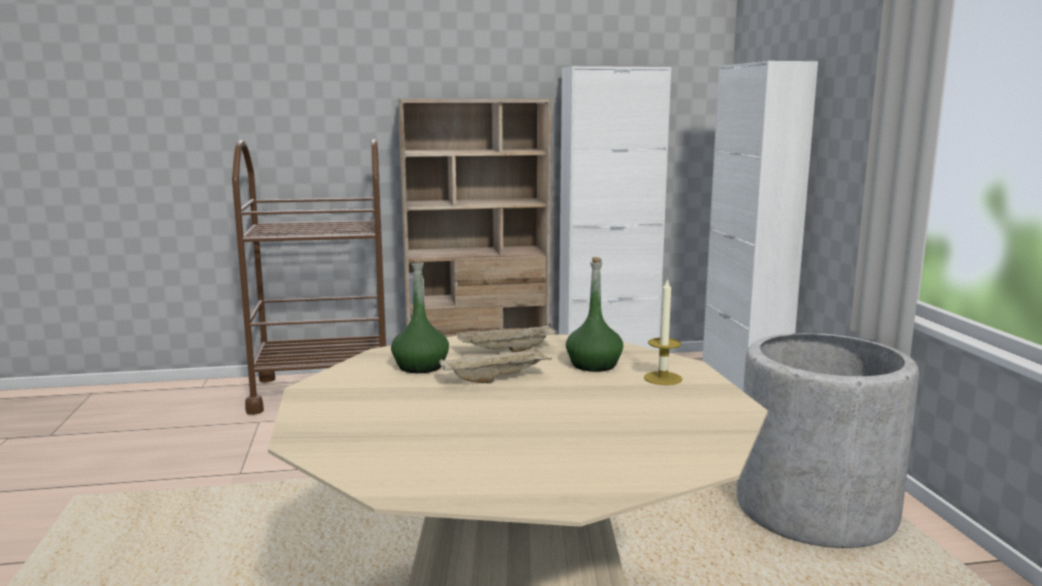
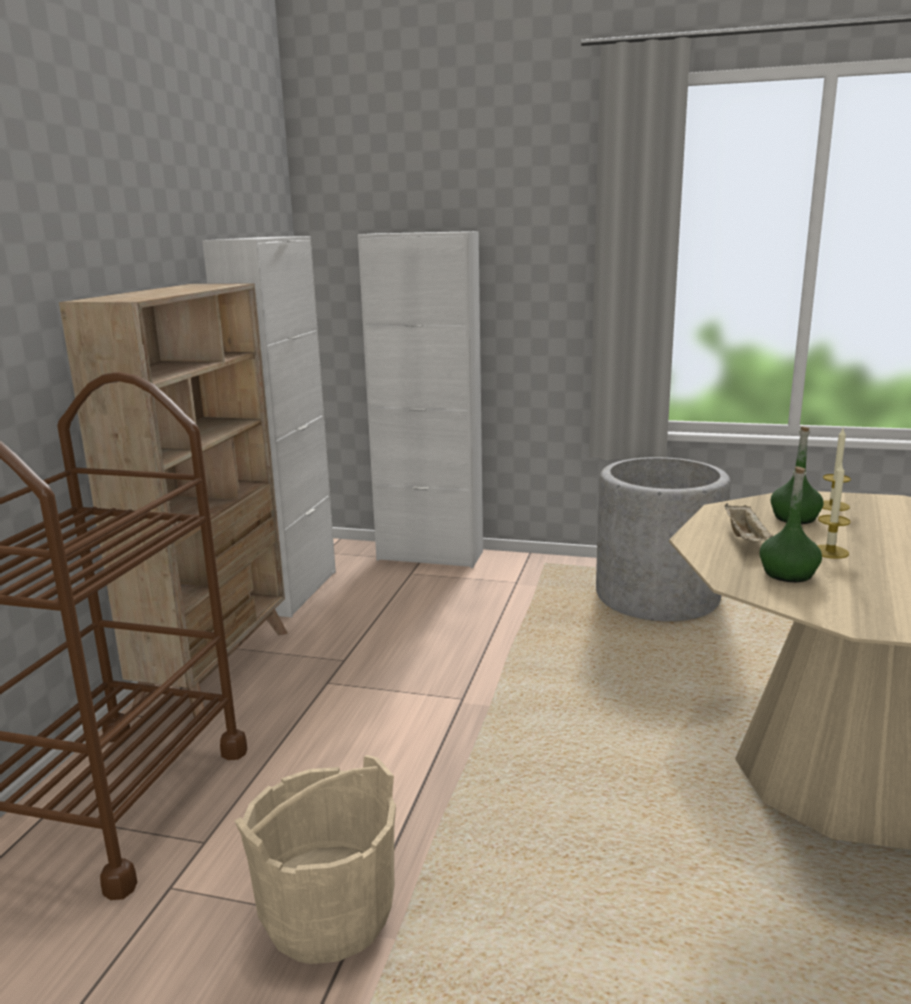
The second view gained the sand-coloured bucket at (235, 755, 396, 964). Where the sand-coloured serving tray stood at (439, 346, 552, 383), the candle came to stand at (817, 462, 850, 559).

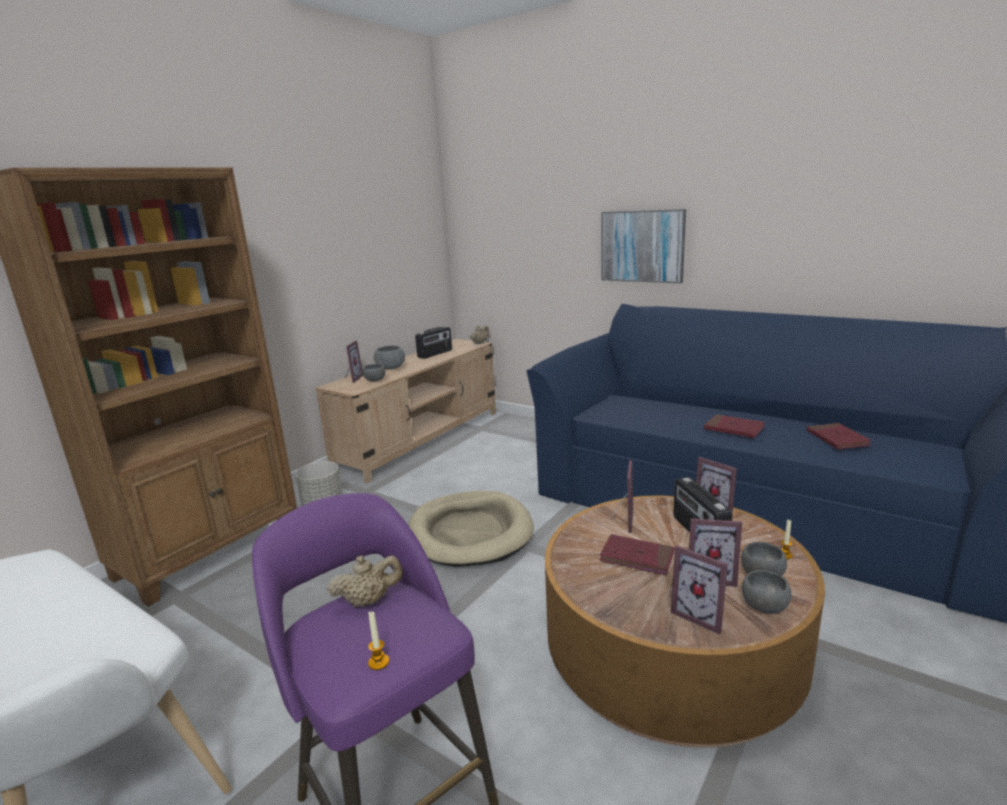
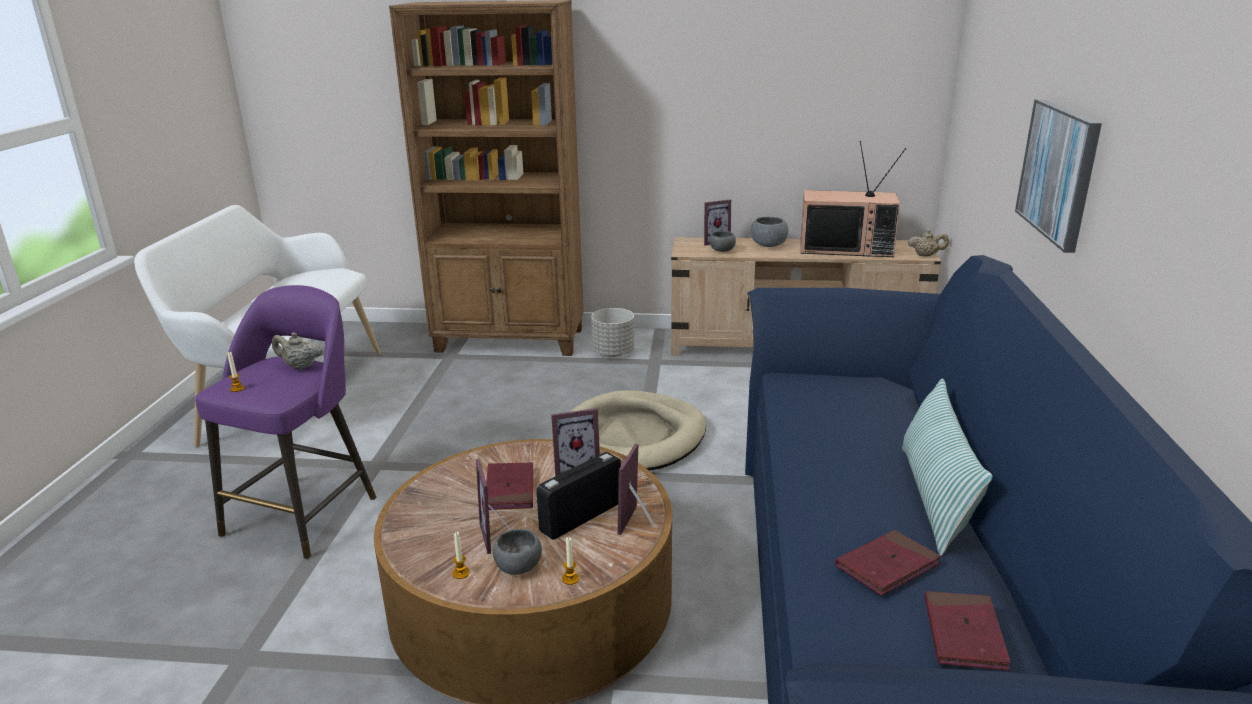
The second view lost the standing frame at (671, 545, 728, 635). The second view gained the pillow at (902, 379, 993, 556). The red bound book ended up elsewhere, having gone from (704, 414, 765, 438) to (924, 591, 1011, 671). Where the radio receiver stood at (415, 326, 452, 359), the TV came to stand at (801, 141, 906, 257). Where the grey deep dish stood at (742, 570, 792, 614), the candle came to stand at (452, 532, 470, 579). The sand-coloured pot for tea at (326, 555, 403, 608) ended up facing another way, 150 degrees clockwise from before.

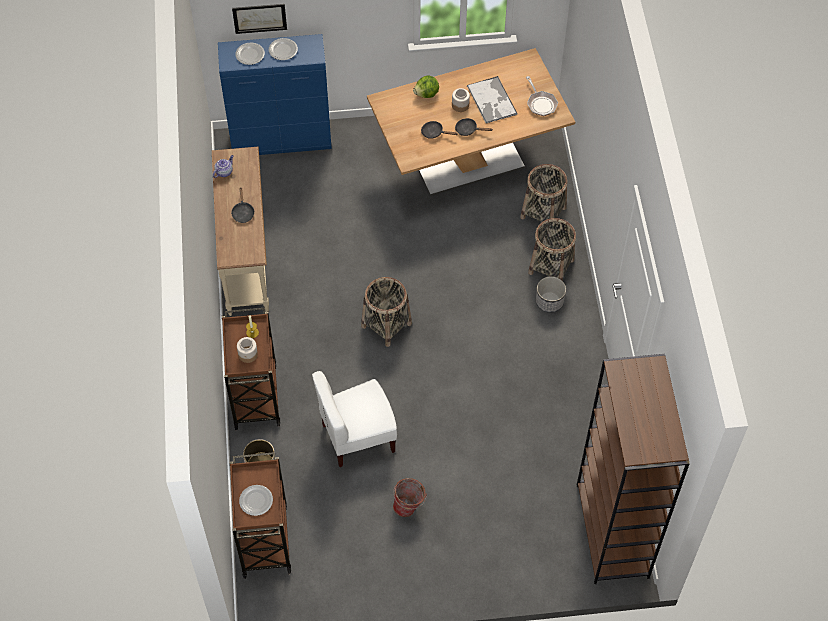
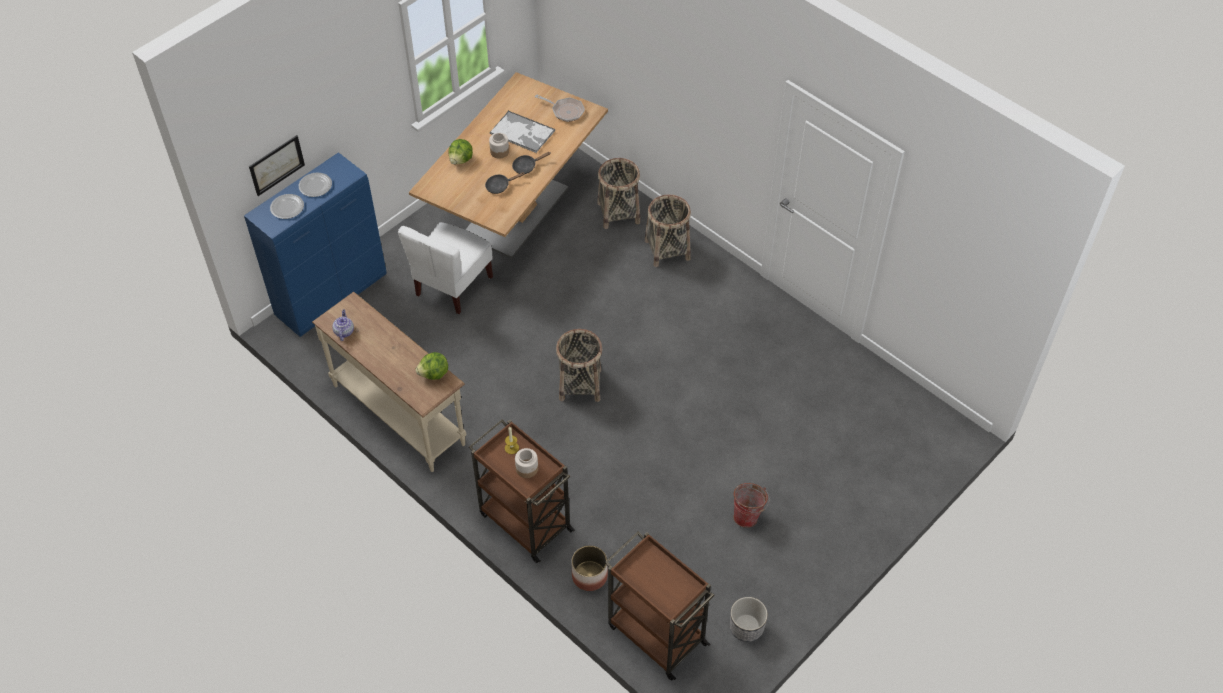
The second view lost the blackish frying pan at (231, 187, 255, 223). The second view lost the flat dish at (239, 485, 273, 516). The second view lost the brown bookcase at (577, 354, 690, 584). The second view gained the lettuce at (416, 352, 448, 380). The white upright chair ended up elsewhere, having gone from (312, 371, 397, 467) to (398, 222, 493, 314). The planter ended up elsewhere, having gone from (536, 277, 566, 313) to (730, 597, 768, 642).

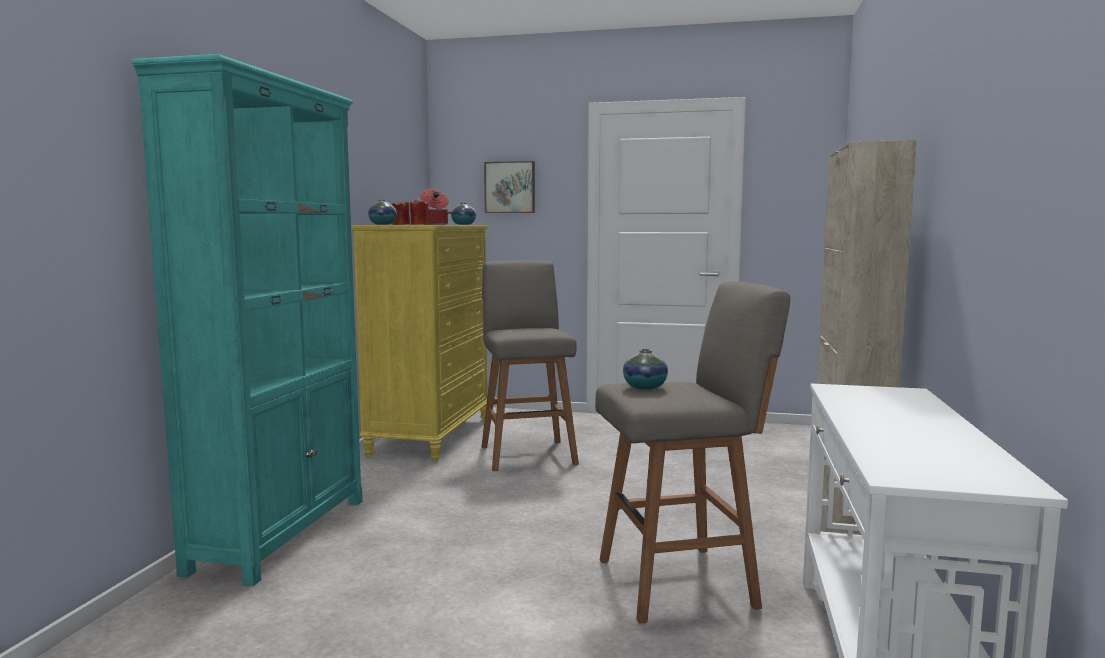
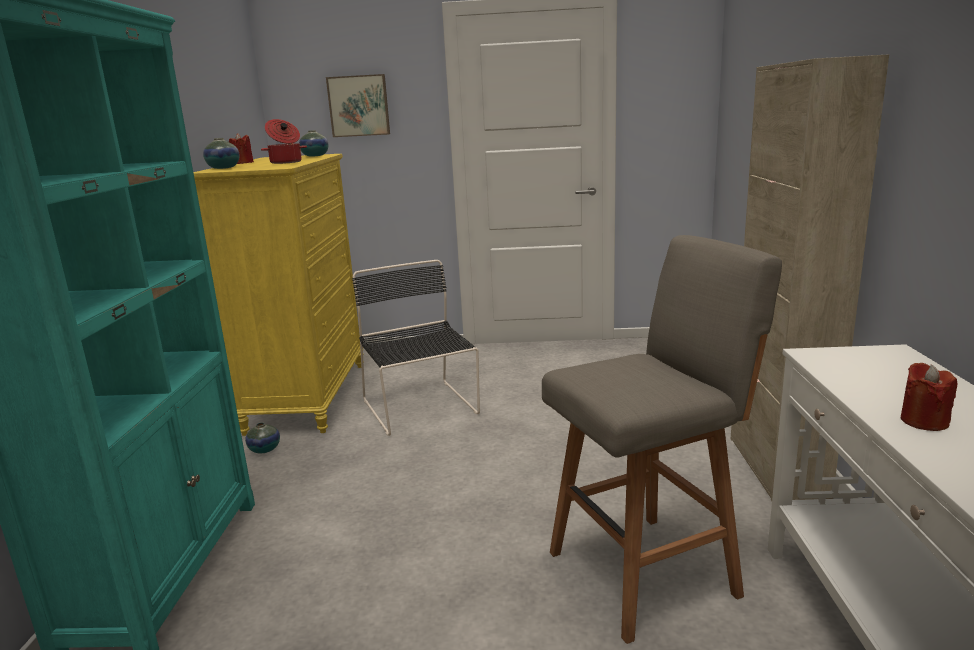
The red candle ended up elsewhere, having gone from (410, 198, 429, 225) to (901, 363, 957, 431). The vase ended up elsewhere, having gone from (623, 349, 668, 390) to (245, 422, 280, 454). Where the grey stool stood at (482, 260, 579, 471), the blackish upright chair came to stand at (352, 260, 480, 436).

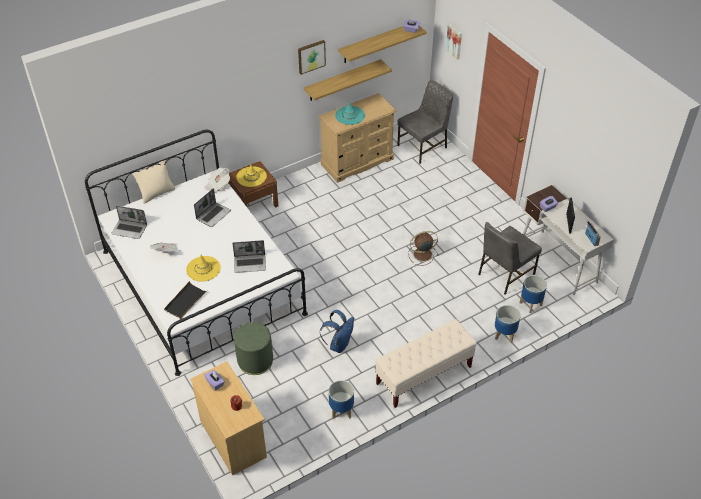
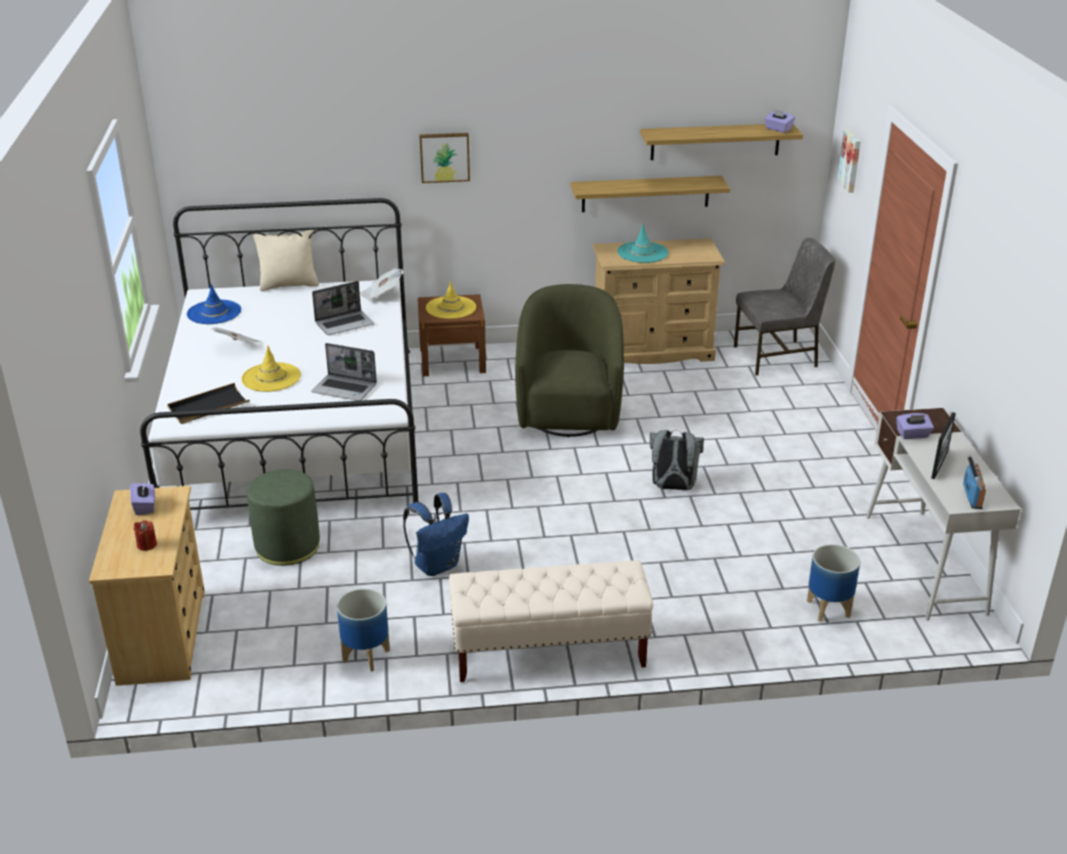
The second view lost the grey upright chair at (478, 222, 542, 295). The second view lost the planter at (495, 305, 521, 343). The second view gained the green-coloured easy chair at (515, 284, 624, 437). The wall art ended up elsewhere, having gone from (298, 40, 326, 75) to (419, 133, 470, 183). Where the notebook computer stood at (111, 206, 147, 239), the blue wearable hat came to stand at (187, 284, 241, 324). Where the brown fan stood at (408, 231, 439, 266), the grey rucksack came to stand at (650, 430, 704, 490).

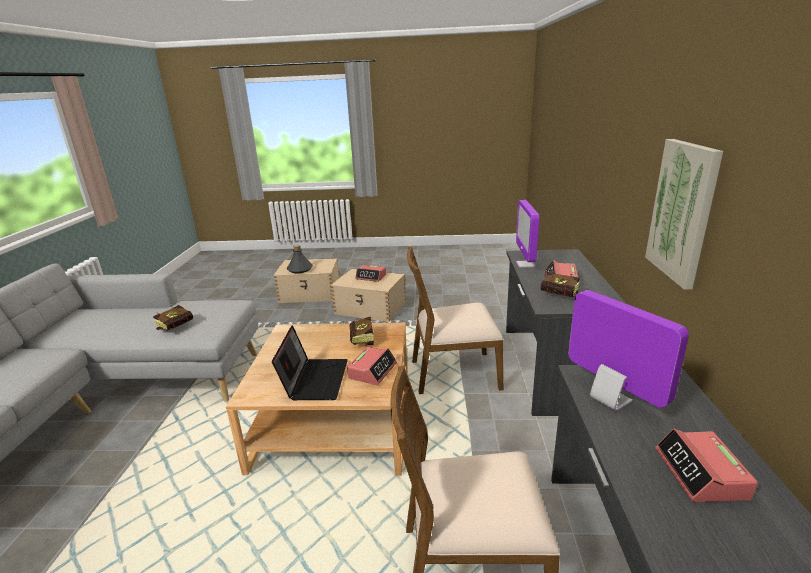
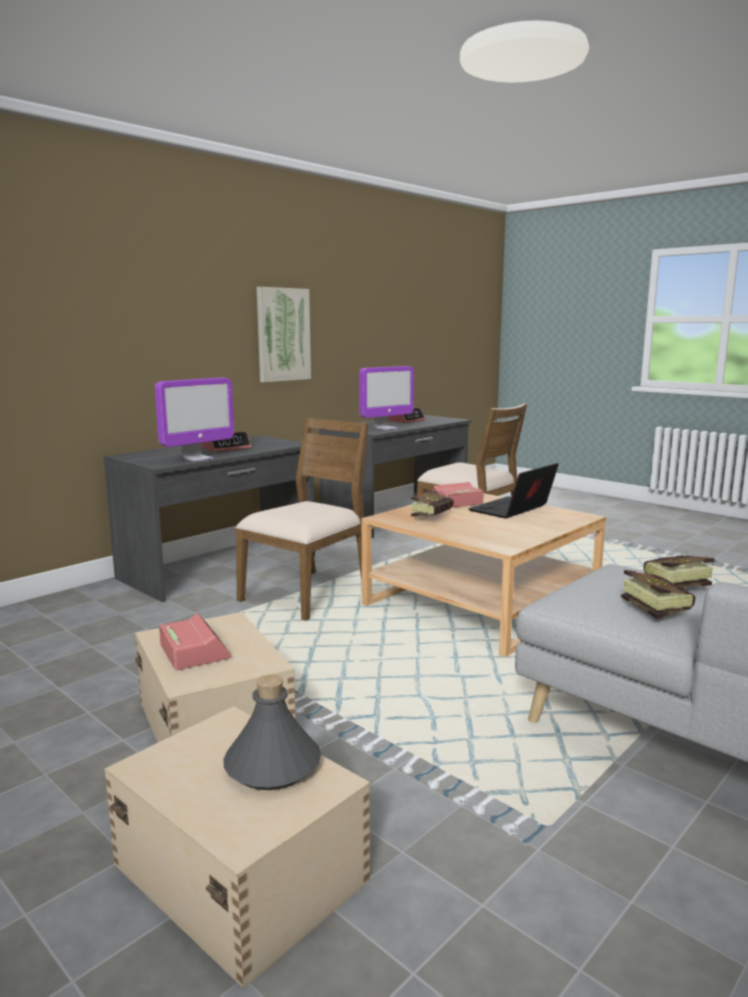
The bound book ended up elsewhere, having gone from (541, 271, 580, 297) to (620, 570, 695, 619). The brown upright chair at (407, 246, 504, 394) ended up facing another way, 90 degrees counterclockwise from before. The monitor at (568, 290, 689, 411) ended up facing another way, 135 degrees counterclockwise from before.

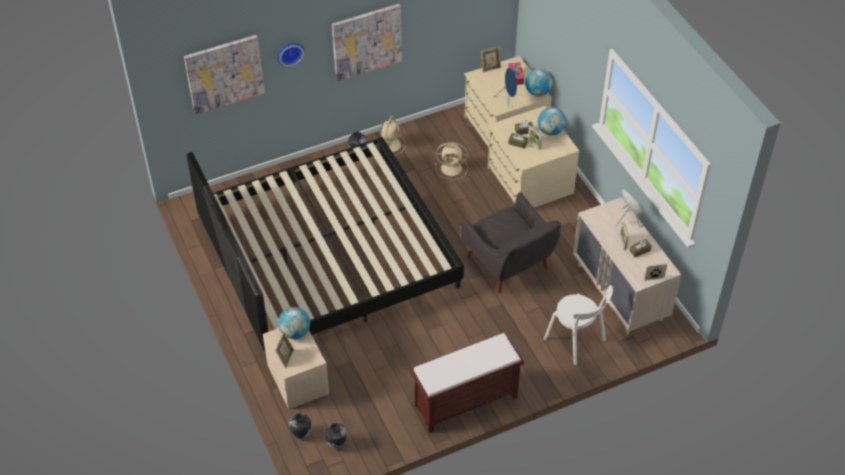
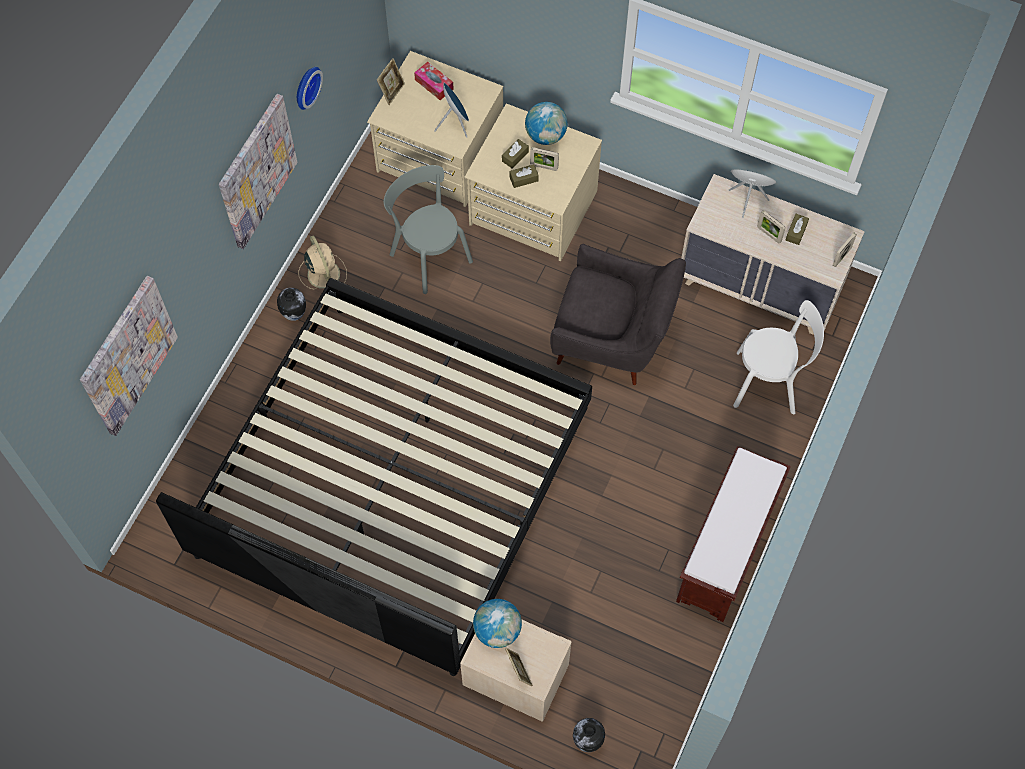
The second view lost the vase at (325, 422, 347, 449). The second view lost the world globe at (525, 69, 553, 96). The wall clock ended up elsewhere, having gone from (277, 43, 305, 67) to (297, 67, 323, 110). Where the sand-coloured fan stood at (435, 142, 468, 180), the grey upright chair came to stand at (384, 165, 473, 294).

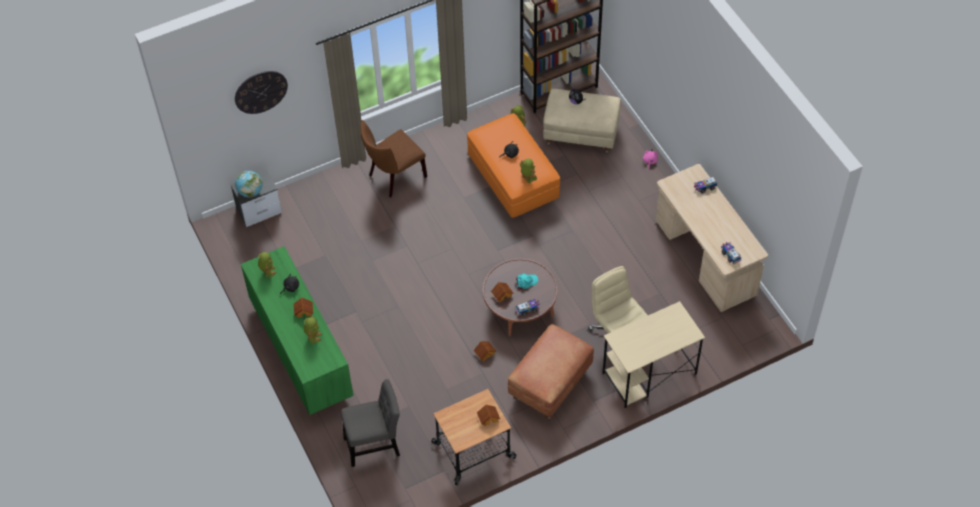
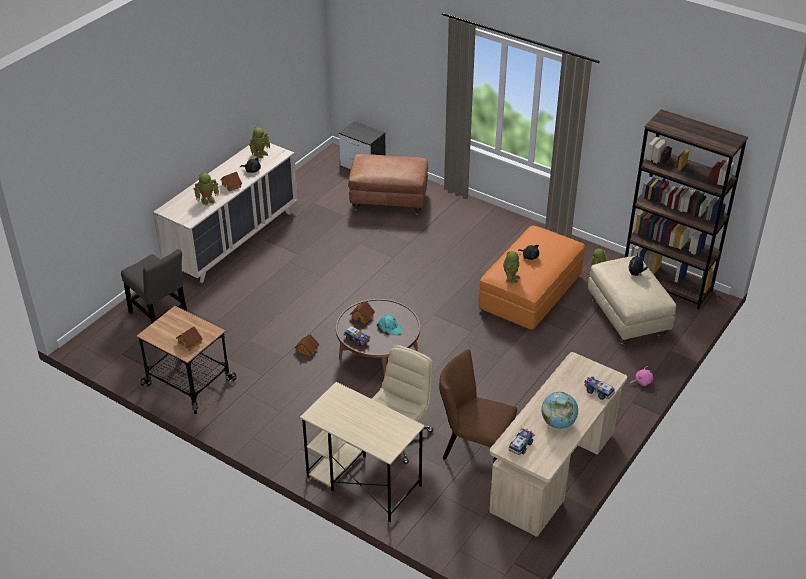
The second view lost the wall clock at (235, 71, 288, 114). The world globe ended up elsewhere, having gone from (235, 171, 262, 197) to (541, 392, 578, 429). The brown upright chair ended up elsewhere, having gone from (361, 120, 427, 197) to (439, 349, 517, 462). The brown footrest ended up elsewhere, having gone from (508, 324, 594, 420) to (348, 154, 428, 216). What was the green-coloured drawer chest at (241, 246, 353, 415) turned into the sand-coloured drawer chest at (153, 143, 298, 283).

